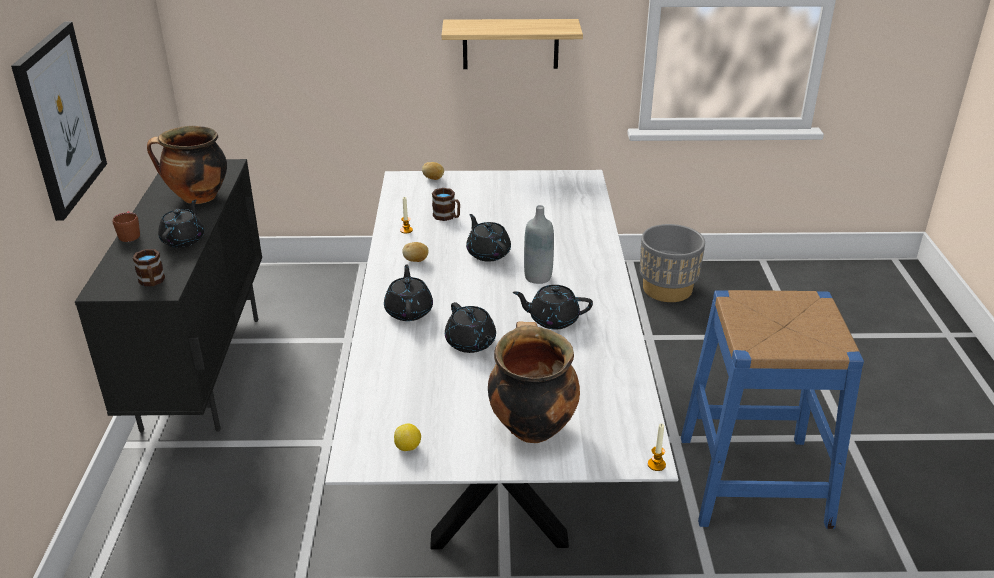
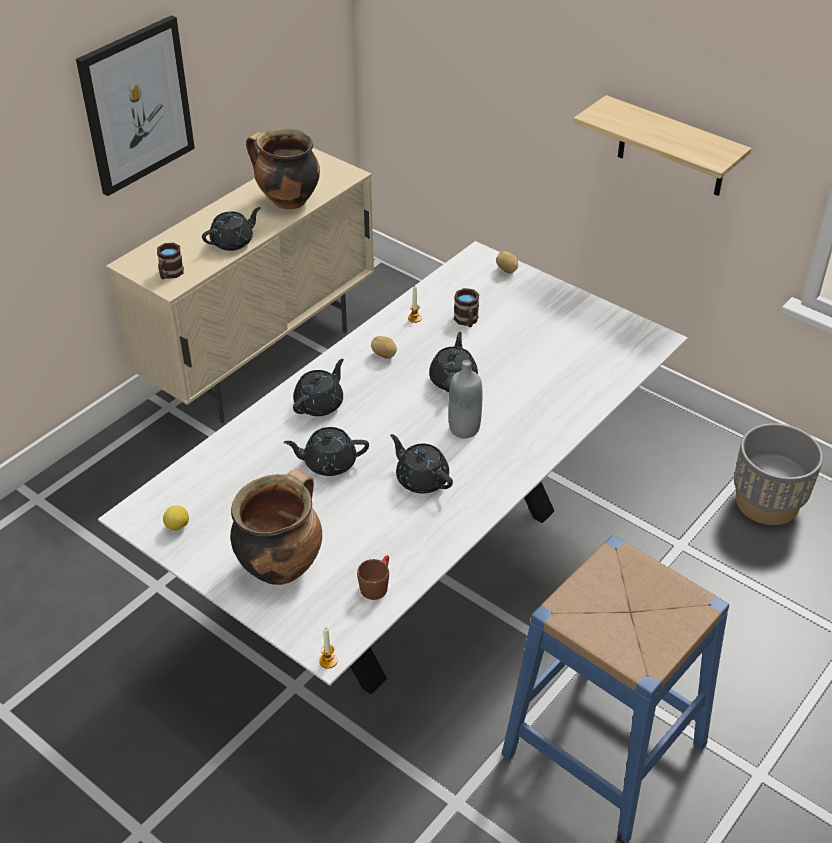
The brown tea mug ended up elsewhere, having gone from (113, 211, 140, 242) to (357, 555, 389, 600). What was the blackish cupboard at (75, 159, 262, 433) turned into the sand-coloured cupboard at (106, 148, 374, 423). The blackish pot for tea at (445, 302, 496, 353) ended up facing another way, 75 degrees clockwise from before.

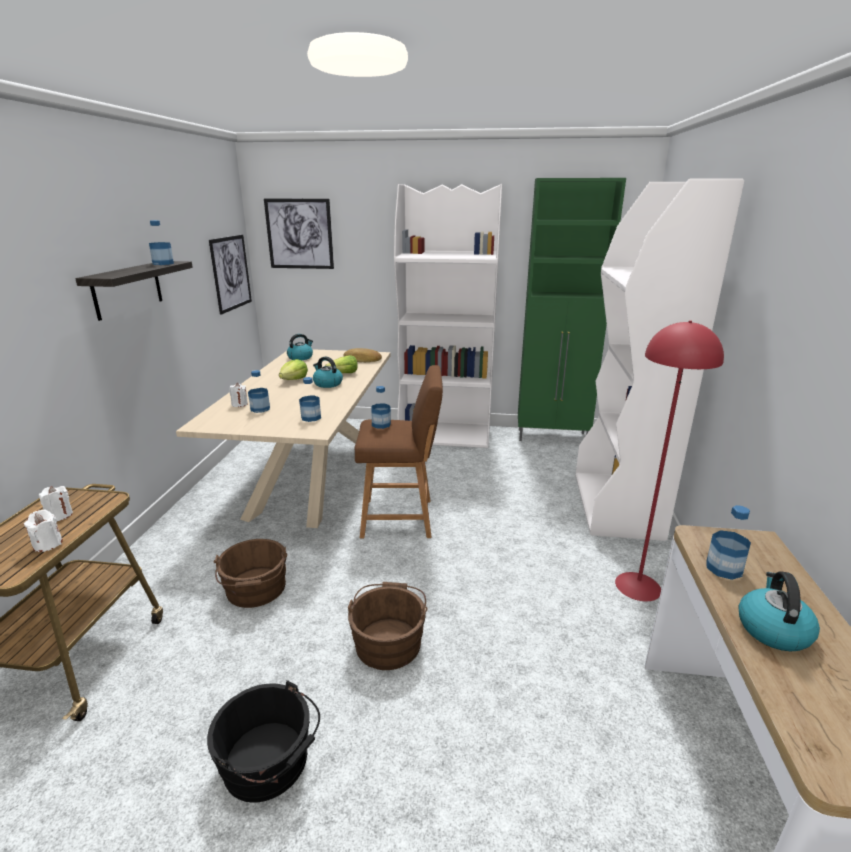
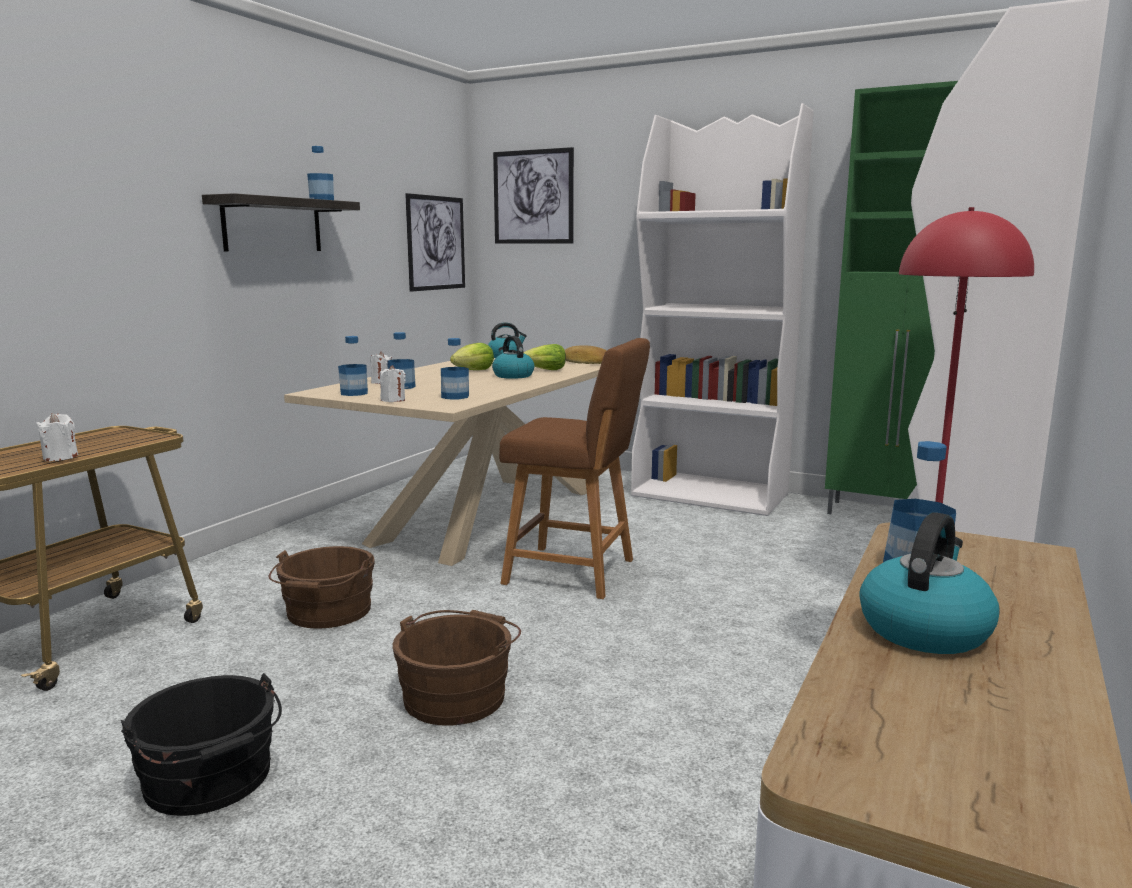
The white candle ended up elsewhere, having gone from (39, 486, 73, 521) to (380, 365, 406, 402). The bottle ended up elsewhere, having gone from (372, 386, 391, 429) to (338, 336, 368, 396).

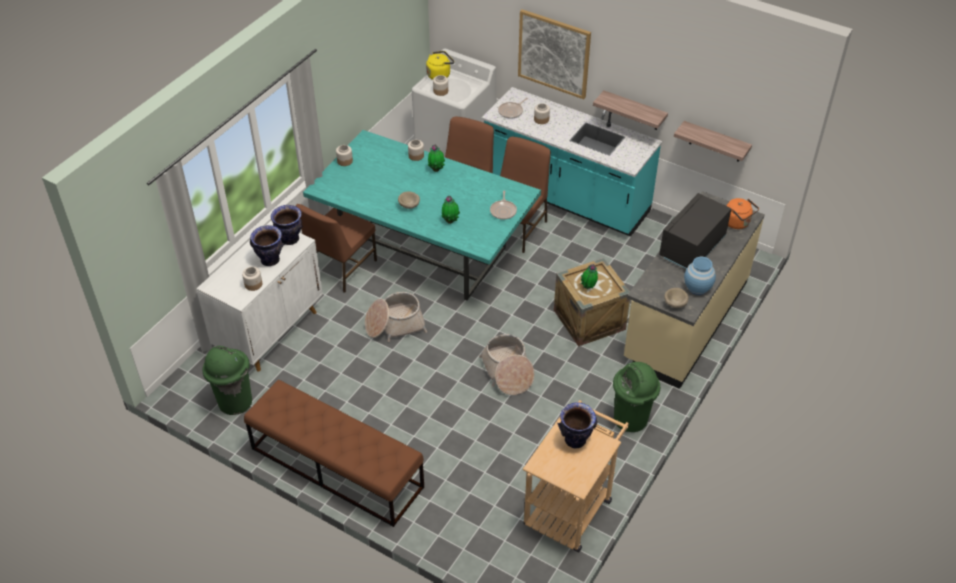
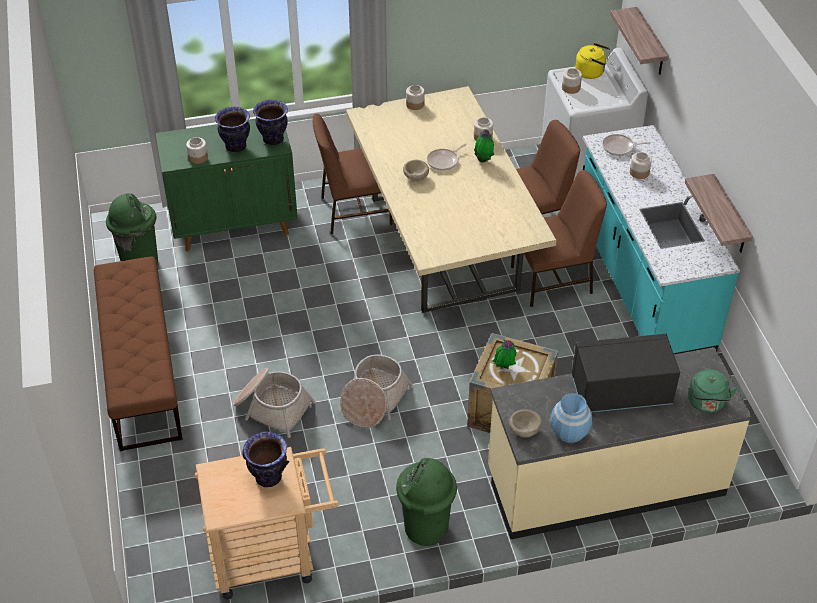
The second view lost the potted plant at (441, 196, 460, 224). The second view lost the wall art at (518, 9, 591, 99). The storage basket ended up elsewhere, having gone from (365, 292, 427, 342) to (233, 368, 315, 438). The frying pan ended up elsewhere, having gone from (490, 190, 517, 220) to (427, 144, 466, 171). The wall shelf ended up elsewhere, having gone from (674, 121, 752, 162) to (610, 7, 669, 75). What was the white cupboard at (196, 220, 323, 371) turned into the green-coloured cupboard at (155, 119, 298, 251). What was the blue-green kitchen table at (303, 130, 541, 300) turned into the sand-coloured kitchen table at (346, 86, 557, 313). What was the orange water kettle at (726, 198, 759, 229) turned into the green-coloured water kettle at (688, 369, 738, 413).

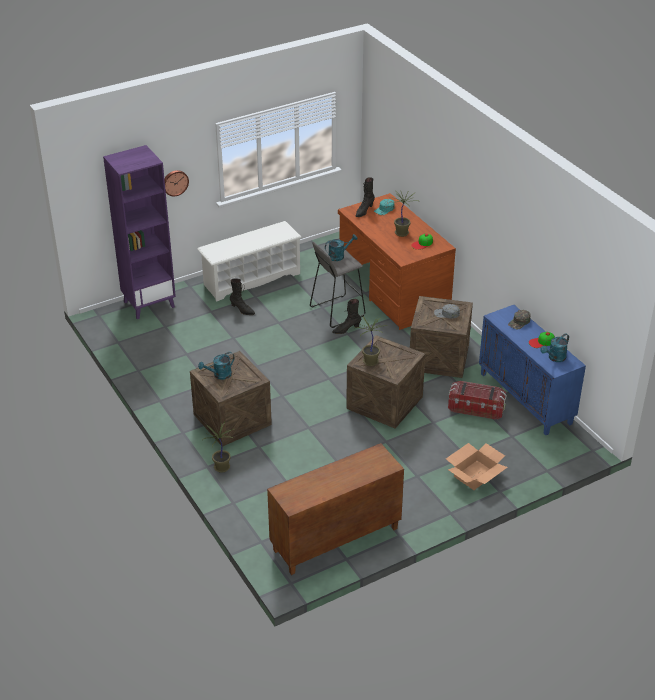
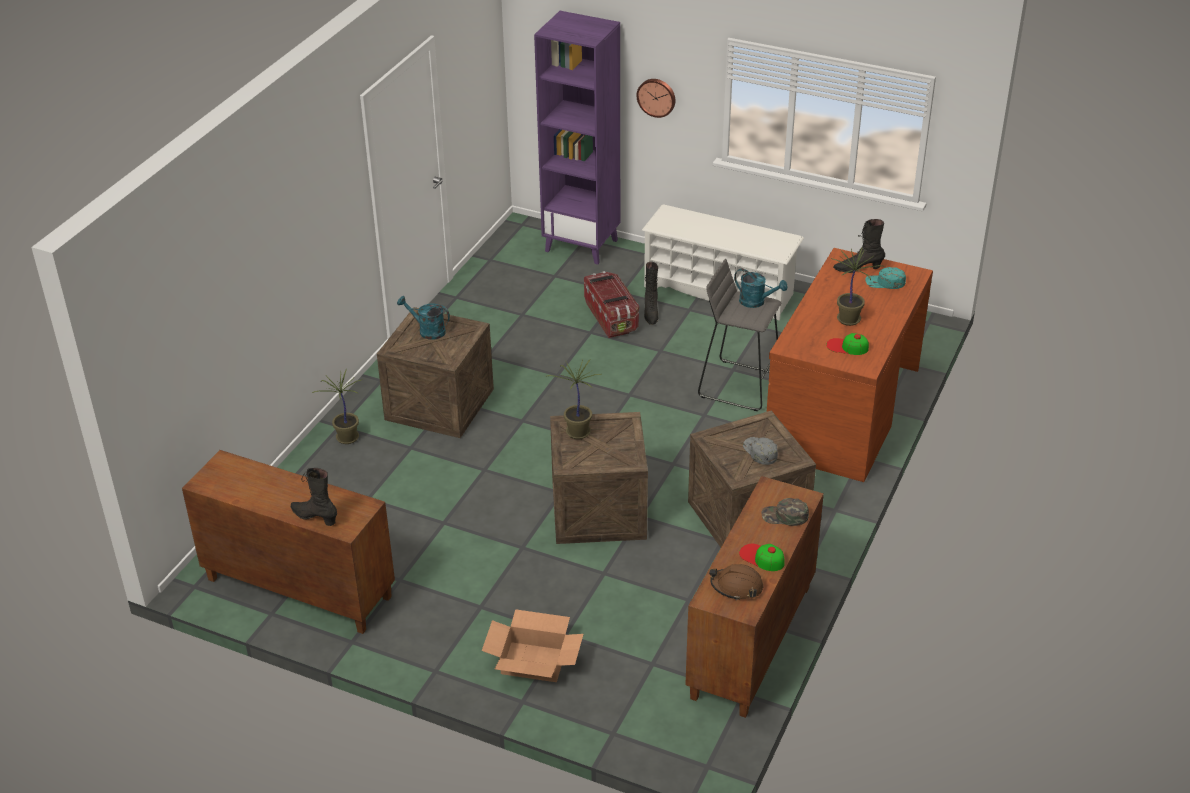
The blackish boot ended up elsewhere, having gone from (332, 299, 361, 334) to (291, 468, 337, 526). The storage bin ended up elsewhere, having gone from (448, 381, 507, 420) to (584, 271, 639, 338). Where the blue-green watering can stood at (540, 334, 569, 362), the brown hard hat came to stand at (709, 564, 763, 601). What was the blue cupboard at (479, 305, 586, 435) turned into the brown cupboard at (685, 476, 824, 718).

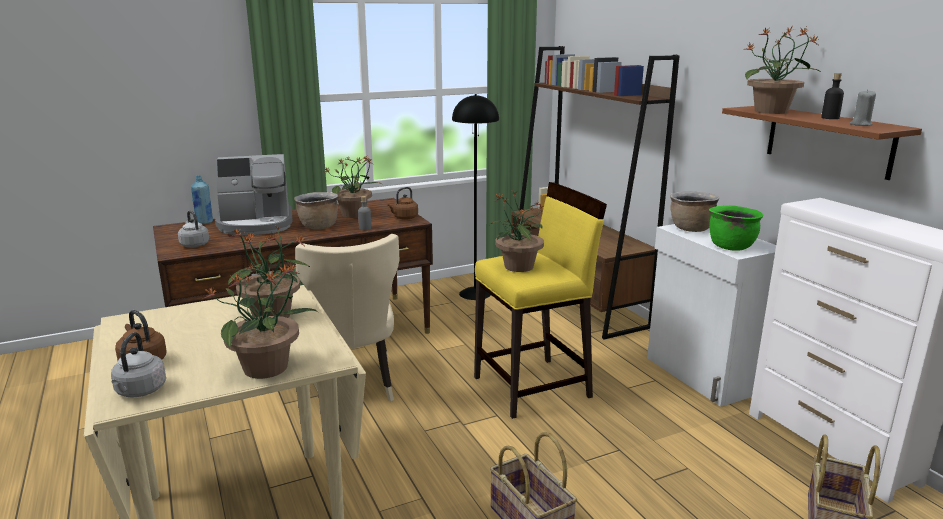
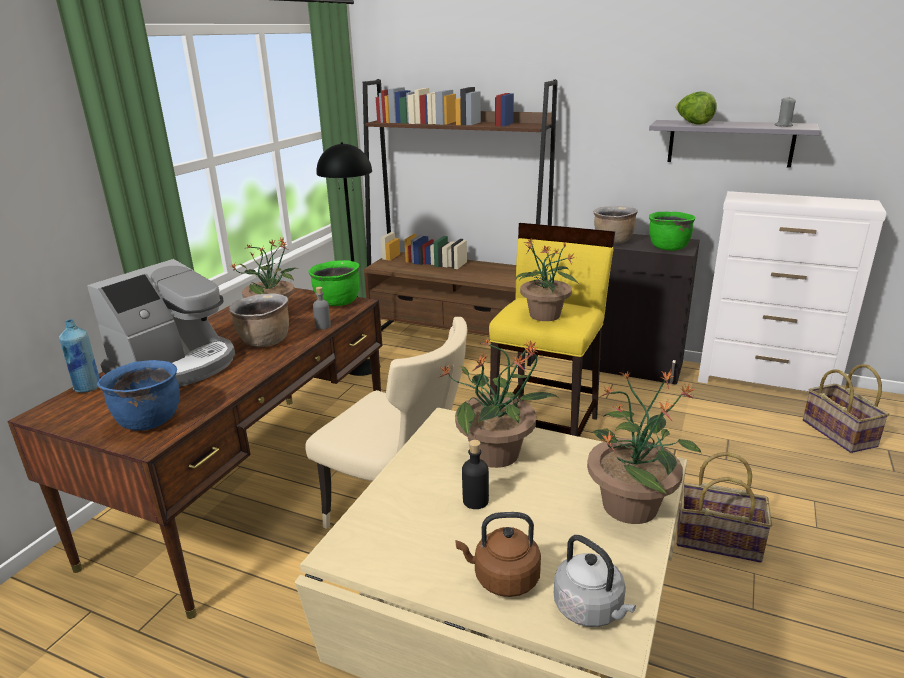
The blackish bottle ended up elsewhere, having gone from (821, 73, 844, 119) to (462, 440, 489, 509). Where the grey water kettle stood at (178, 210, 209, 247), the blue saucepot came to stand at (97, 360, 180, 431). Where the brown water kettle stood at (387, 187, 418, 220), the green-coloured saucepot came to stand at (308, 260, 359, 306). Where the potted plant stood at (745, 27, 821, 114), the lettuce came to stand at (676, 91, 717, 125). What was the white cupboard at (647, 224, 776, 407) turned into the blackish cupboard at (582, 234, 700, 385). What was the brown wall shelf at (722, 106, 922, 180) turned into the grey wall shelf at (649, 120, 820, 168).

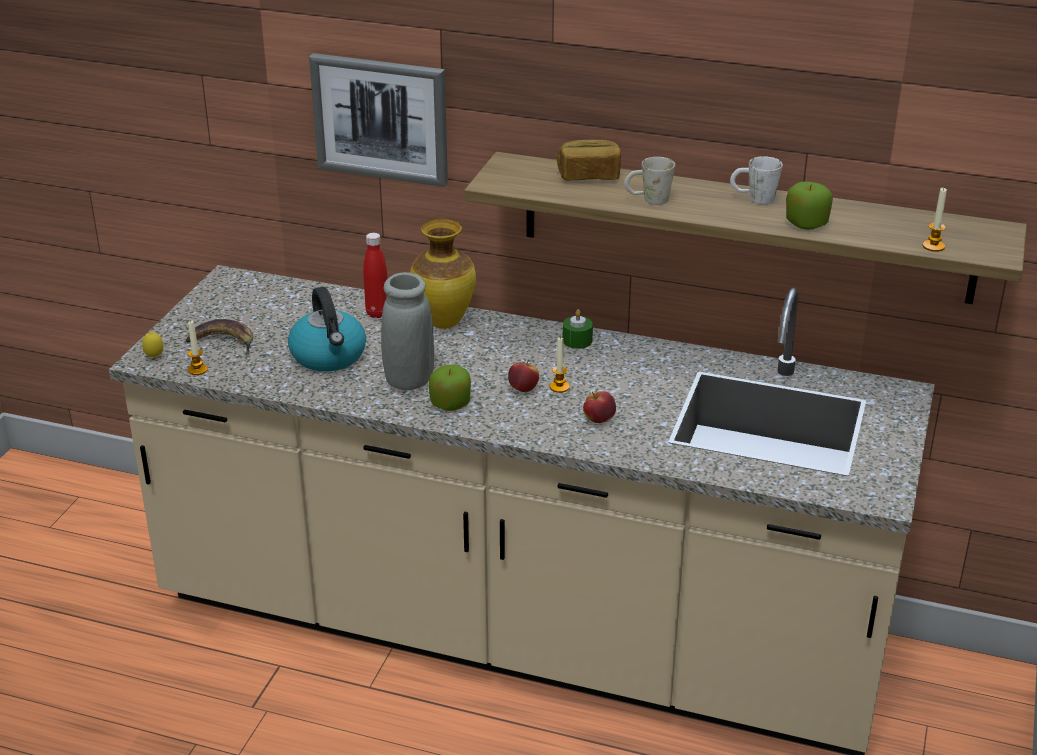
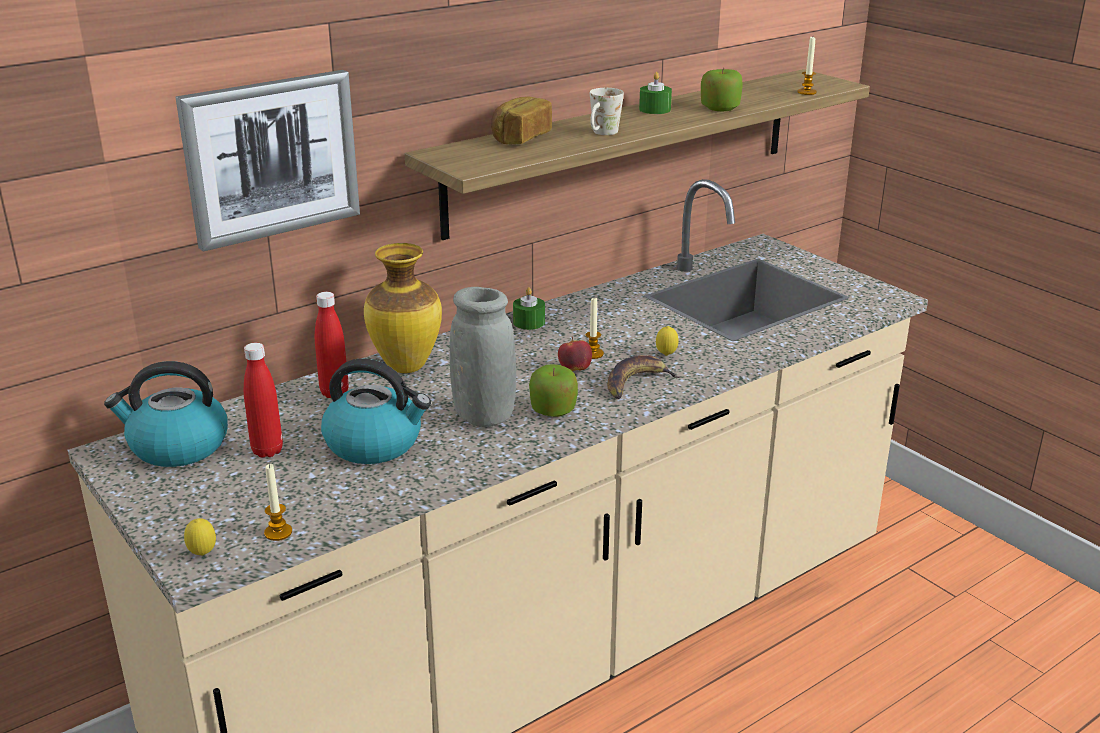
The second view gained the water kettle at (104, 361, 228, 467). The second view gained the red bottle at (244, 343, 283, 458). The banana fruit ended up elsewhere, having gone from (186, 319, 253, 355) to (607, 355, 680, 399). Where the whole apple stood at (583, 391, 616, 423), the whole lemon came to stand at (656, 326, 679, 356). Where the white tea mug stood at (730, 156, 783, 205), the green-coloured candle came to stand at (639, 72, 672, 114).

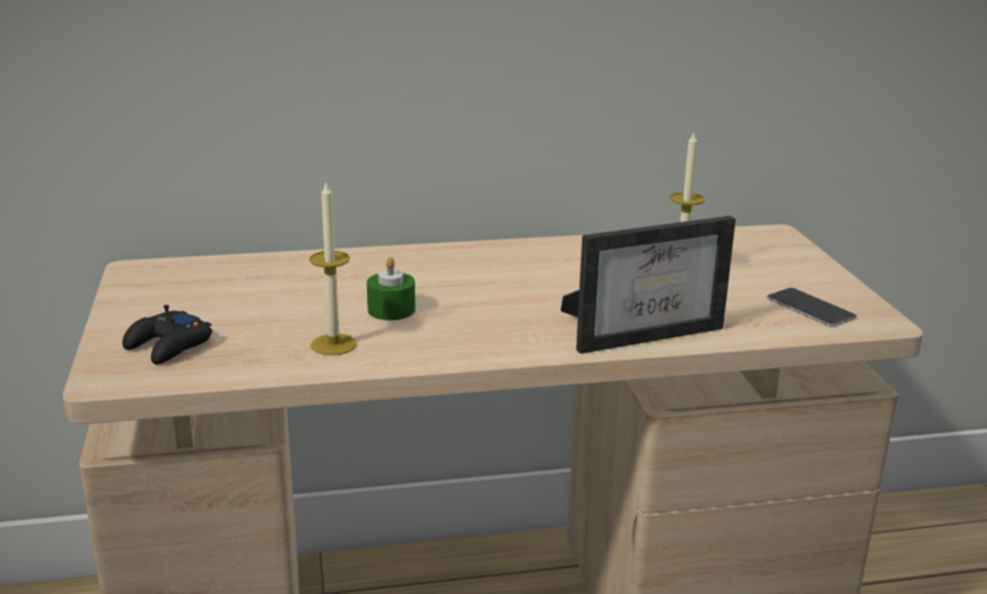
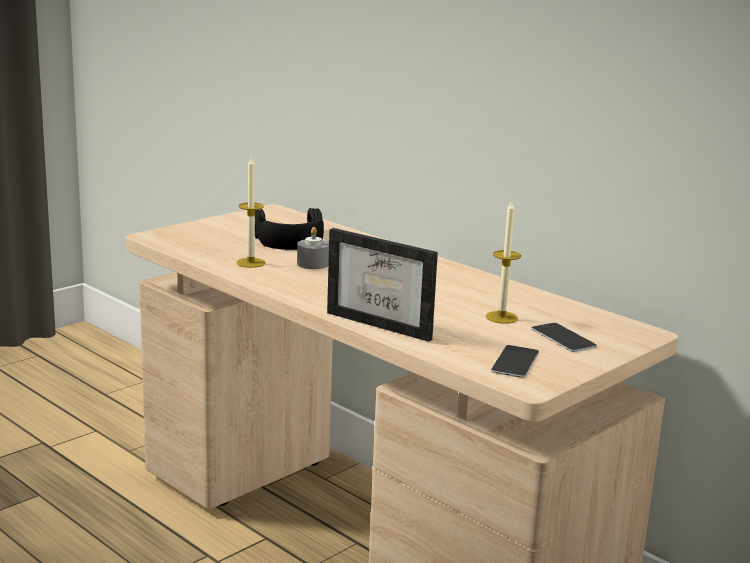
The second view lost the blackish gamepad at (122, 305, 212, 364). The second view gained the blackish pair of headphones at (255, 208, 324, 250). The second view gained the telephone at (531, 323, 597, 352). What was the green-coloured candle at (367, 257, 415, 320) turned into the grey candle at (297, 227, 329, 269).

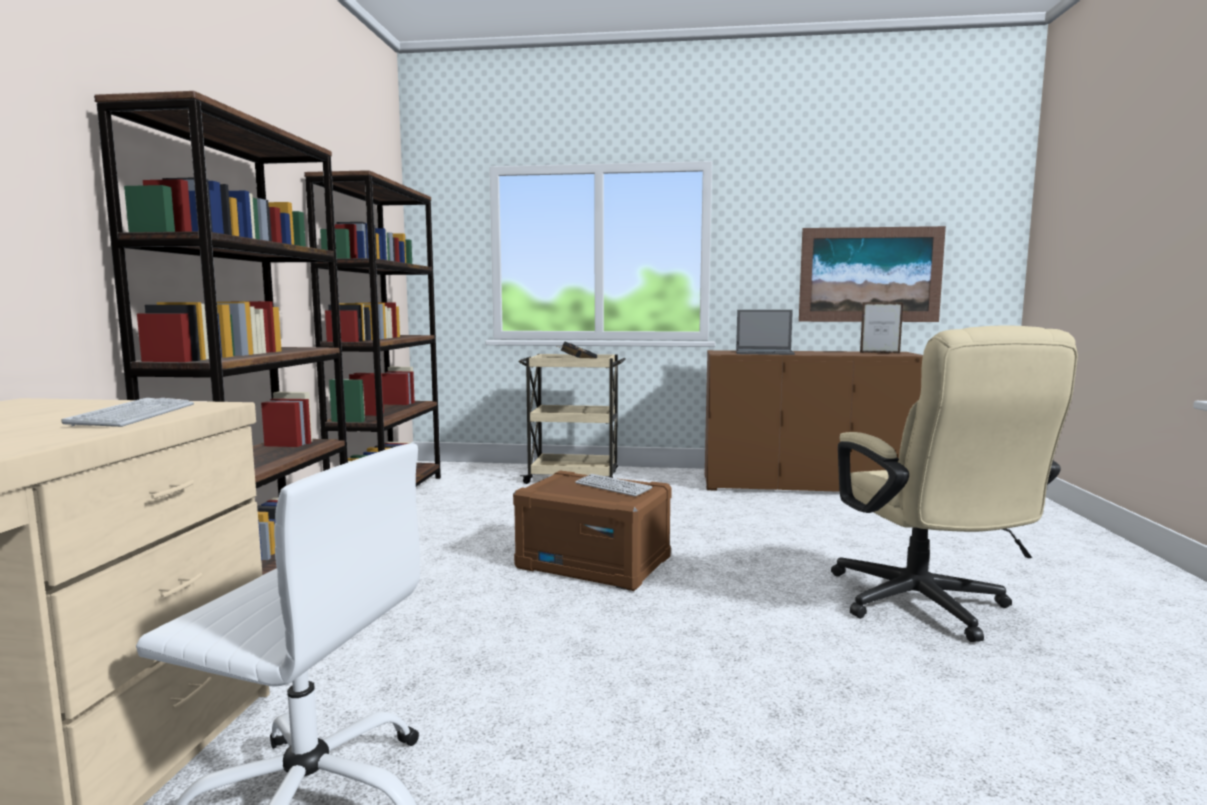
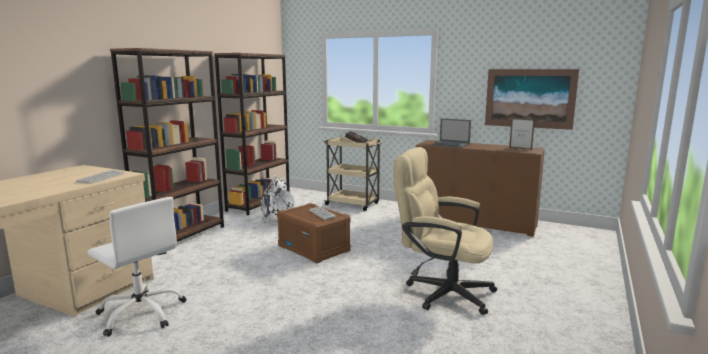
The second view gained the white rucksack at (252, 175, 296, 224). The sand-coloured desk chair at (831, 326, 1078, 642) ended up facing another way, 105 degrees clockwise from before.

